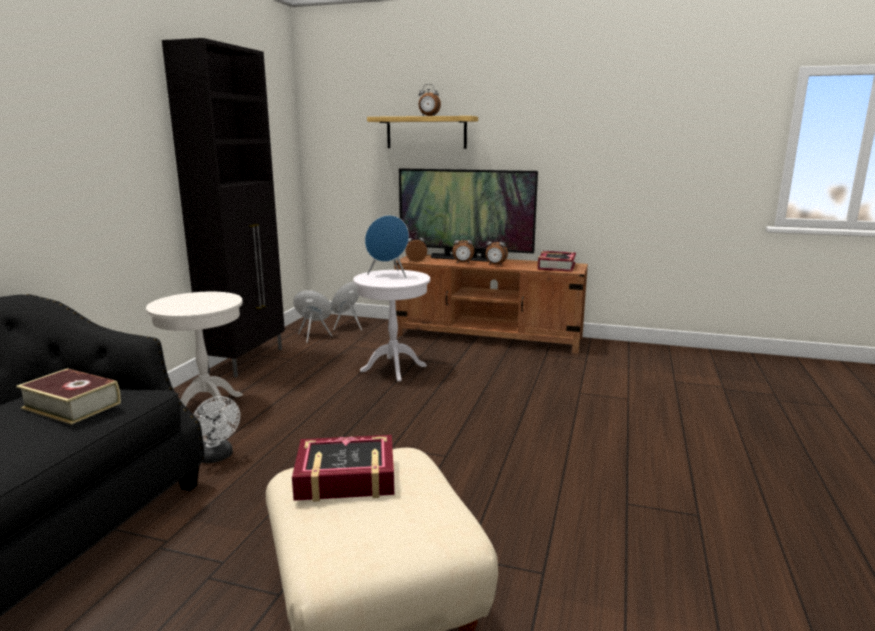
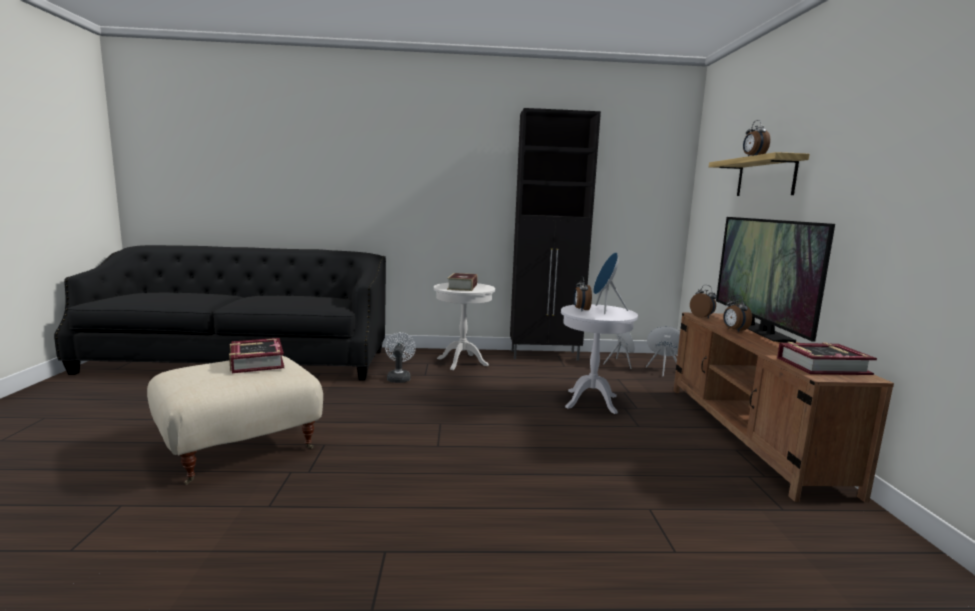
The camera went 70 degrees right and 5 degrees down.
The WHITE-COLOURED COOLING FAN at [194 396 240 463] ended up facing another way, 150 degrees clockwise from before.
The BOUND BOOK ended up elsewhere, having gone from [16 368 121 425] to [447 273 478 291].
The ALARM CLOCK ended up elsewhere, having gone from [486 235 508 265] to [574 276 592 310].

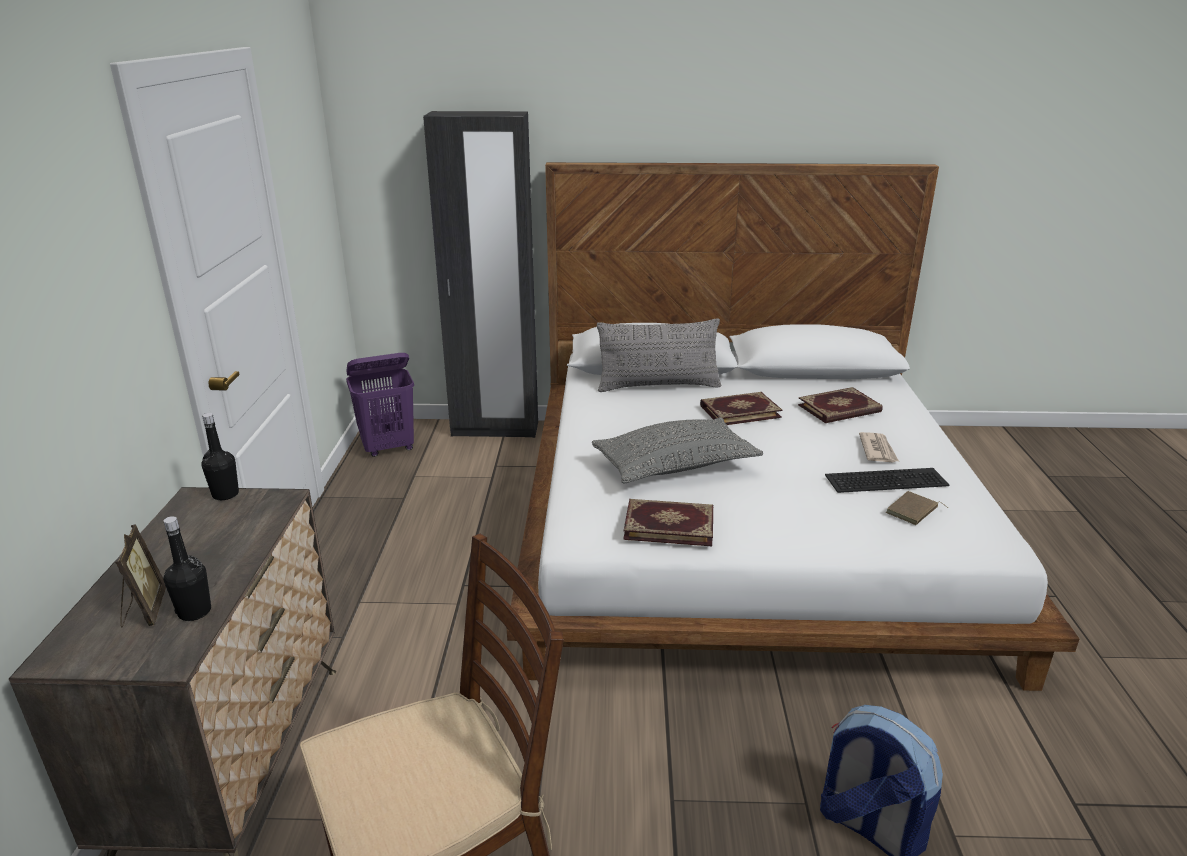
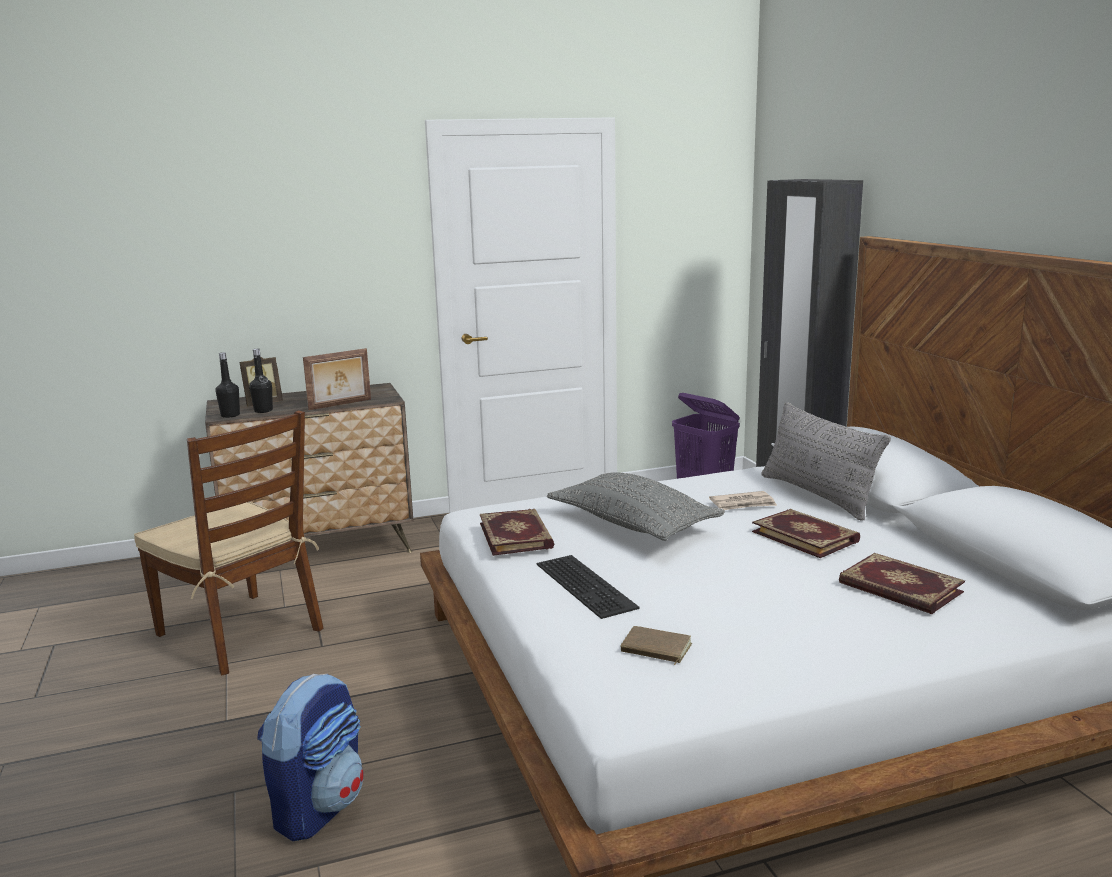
The camera went 70 degrees right and 10 degrees down.
The BLACKISH DRINK BOTTLE ended up elsewhere, having gone from [201 413 239 500] to [215 352 240 418].
The second view gained the PHOTO FRAME at [303 348 371 410].
The PC KEYBOARD ended up elsewhere, having gone from [825 468 949 493] to [537 555 639 619].
The PRINTED PAPER ended up elsewhere, having gone from [859 432 899 462] to [709 491 777 510].

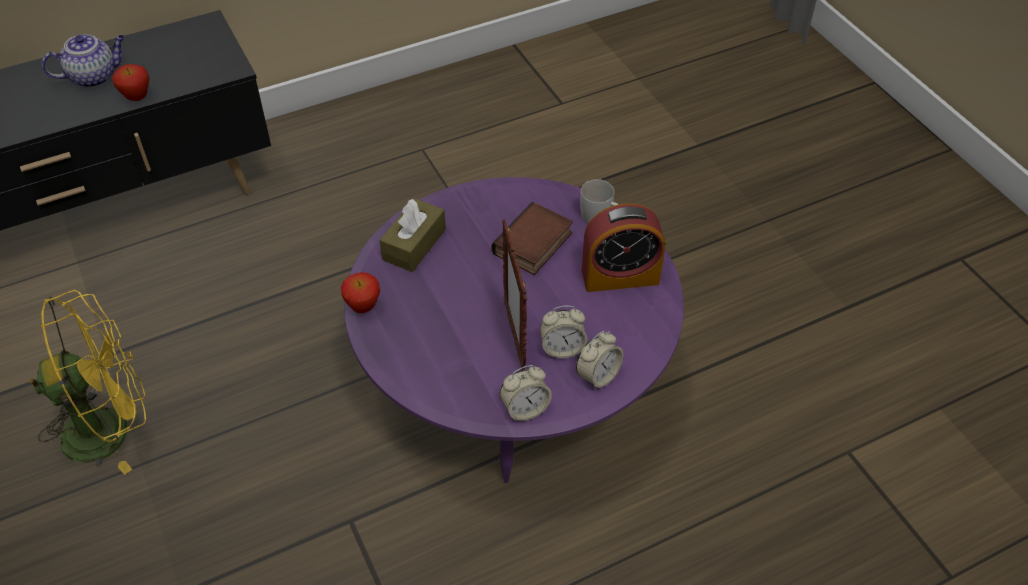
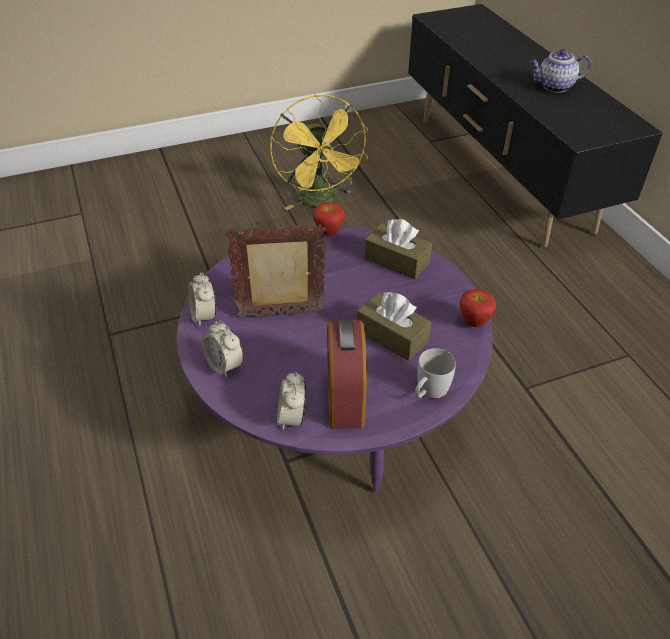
The camera went 95 degrees right and 5 degrees down.
The ALARM CLOCK ended up elsewhere, having gone from [540 306 587 358] to [277 372 306 430].
Where the BOUND BOOK stood at [492 202 573 275], the BROWN-COLOURED TISSUE HOLDER came to stand at [357 292 432 361].
The APPLE ended up elsewhere, having gone from [112 64 150 101] to [460 289 496 327].
The TEAPOT at [42 34 125 88] ended up facing another way, 105 degrees clockwise from before.

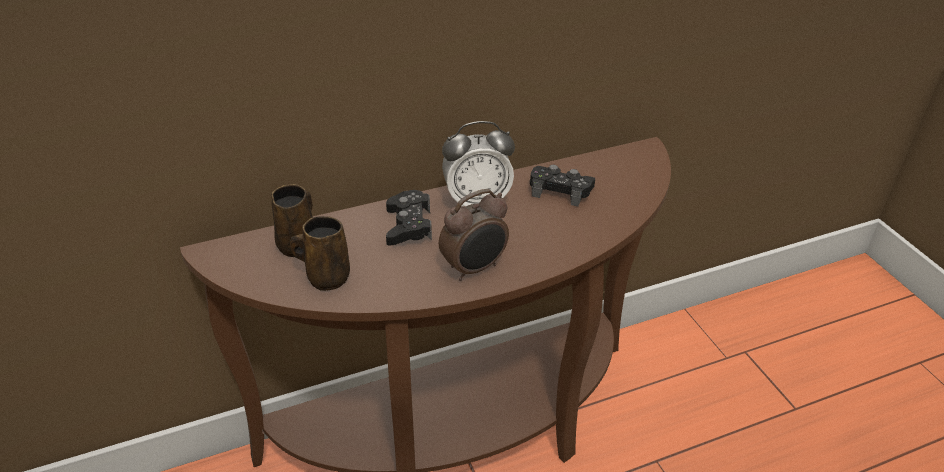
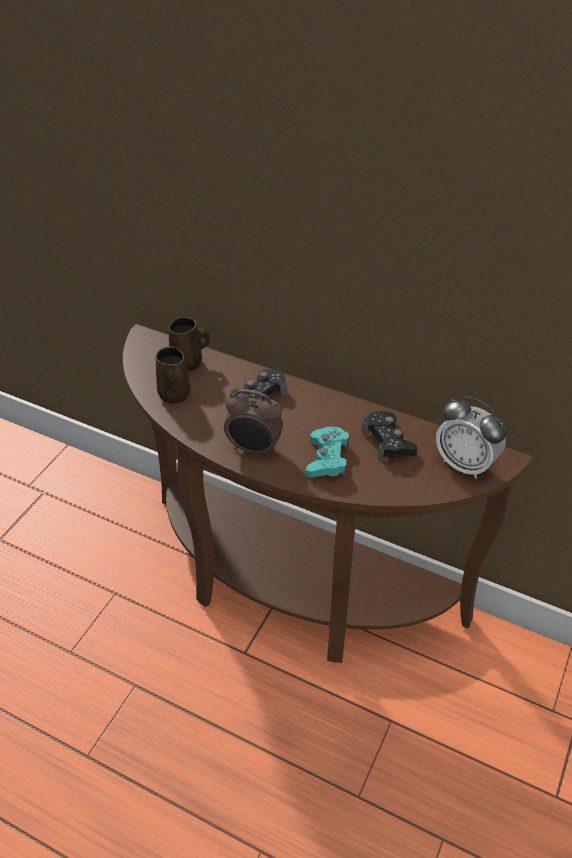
The camera went 50 degrees right and 5 degrees up.
The second view gained the TURQUOISE GAMEPAD at [306 427 349 478].
The ALARM CLOCK ended up elsewhere, having gone from [442 121 515 207] to [436 396 507 479].

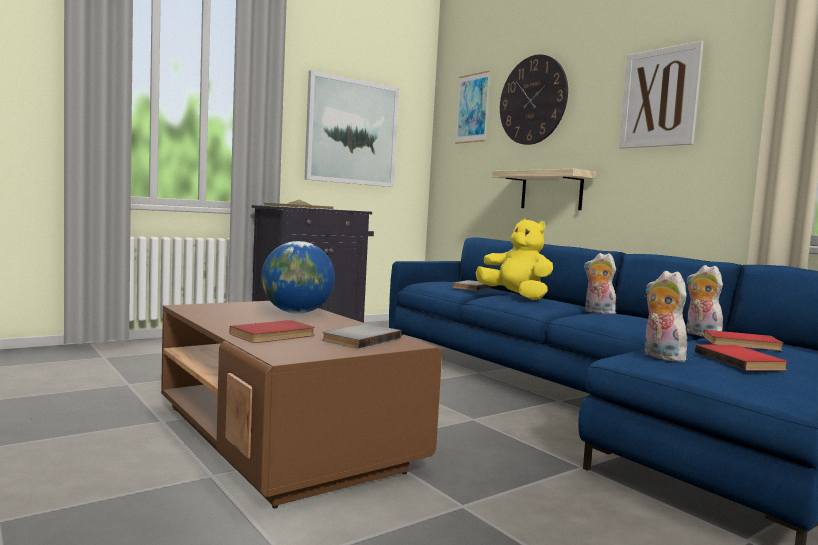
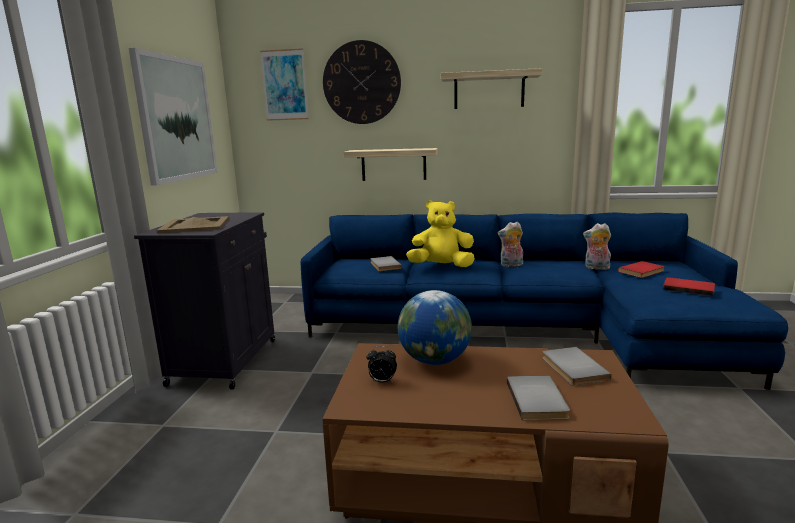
The camera went 45 degrees left and 10 degrees up.
The second view gained the ALARM CLOCK at [366 346 397 382].
Where the WALL PICTURE hung at [619 41 704 149], the BRACKET SHELF came to hang at [441 68 542 109].
What was the REDDISH BOUND BOOK at [229 320 315 343] turned into the GREYISH BOUND BOOK at [507 375 570 420].
The second view lost the SOFT TOY at [645 271 687 362].

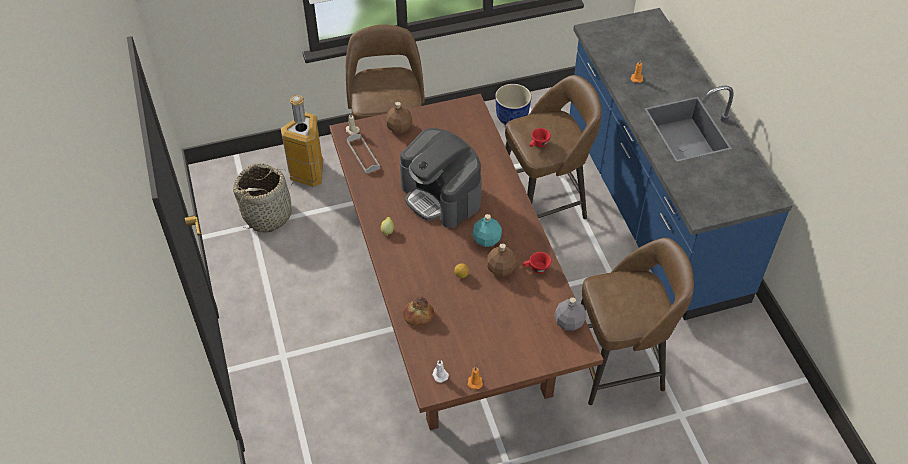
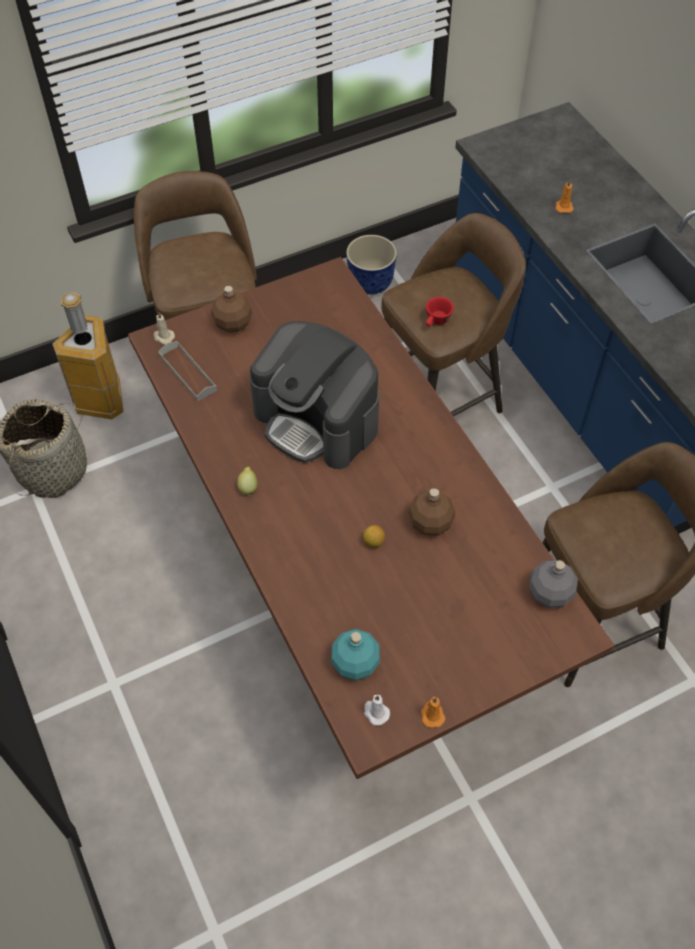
The camera went 10 degrees left and 5 degrees up.
The TURQUOISE DRINK BOTTLE ended up elsewhere, having gone from [472 214 502 247] to [331 629 380 681].
The second view lost the BAKERY BREAD at [403 296 434 326].
The second view lost the REDDISH DRINKING CUP at [523 252 551 274].

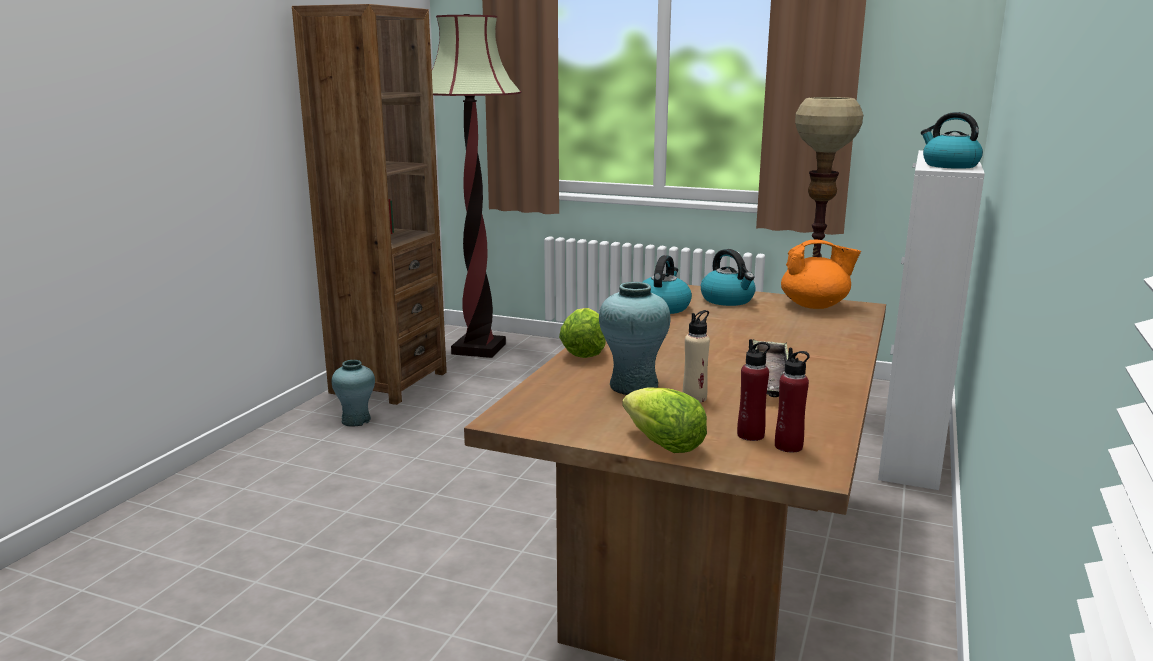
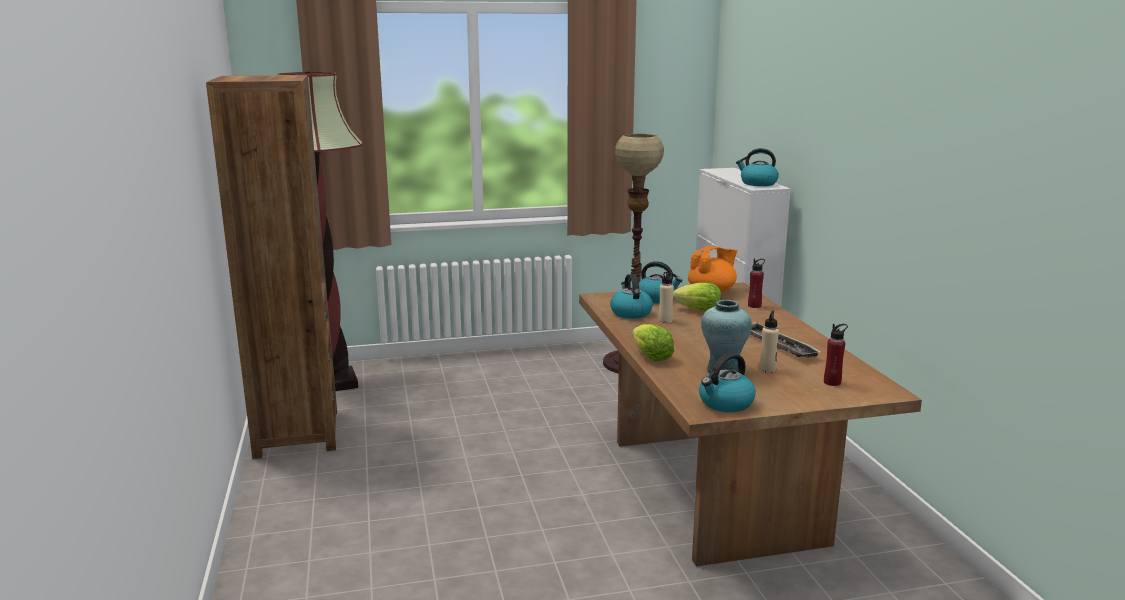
The camera went 35 degrees left and 0 degrees up.
The second view gained the SAND-COLOURED DRINK BOTTLE at [659 270 674 323].
The LETTUCE HEAD ended up elsewhere, having gone from [622 388 707 453] to [673 283 721 311].
The second view gained the TEA KETTLE at [699 353 756 412].
The REDDISH DRINK BOTTLE ended up elsewhere, having gone from [775 347 810 453] to [748 258 765 308].
The second view lost the TURQUOISE FLOWER VASE at [332 360 375 427].

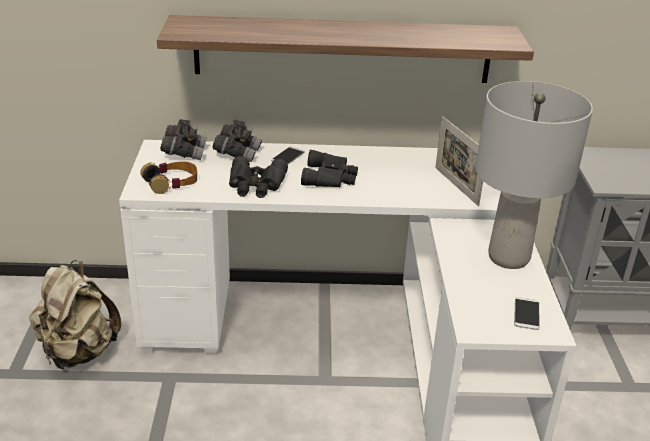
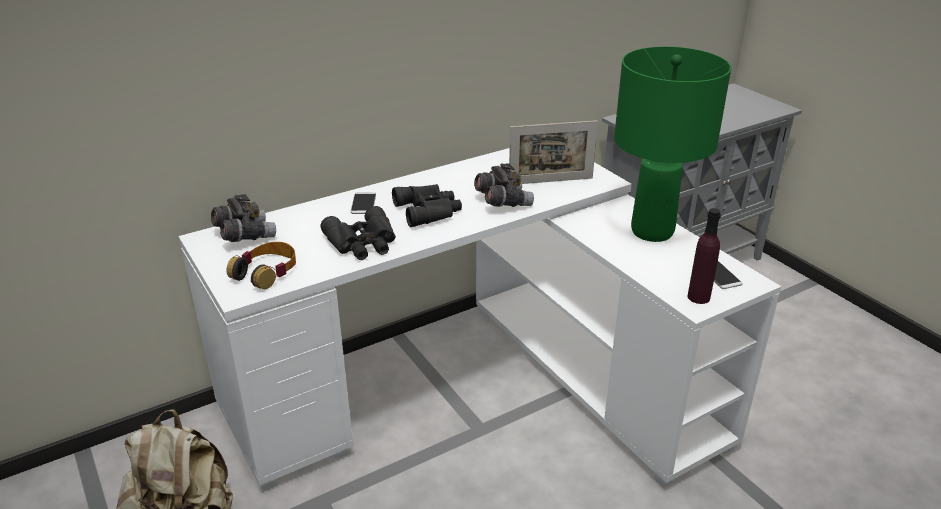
The camera went 30 degrees left and 0 degrees up.
The GREYISH FIELD GLASSES ended up elsewhere, having gone from [212 120 262 162] to [474 163 534 207].
The PHOTO FRAME at [435 116 483 206] ended up facing another way, 45 degrees counterclockwise from before.
What was the GREYISH LAMP FOR A TABLE at [476 81 593 269] turned into the GREEN-COLOURED LAMP FOR A TABLE at [614 47 731 242].
The second view gained the PURPLISH DRINK BOTTLE at [688 208 721 304].
The second view lost the BRACKET SHELF at [157 15 534 83].

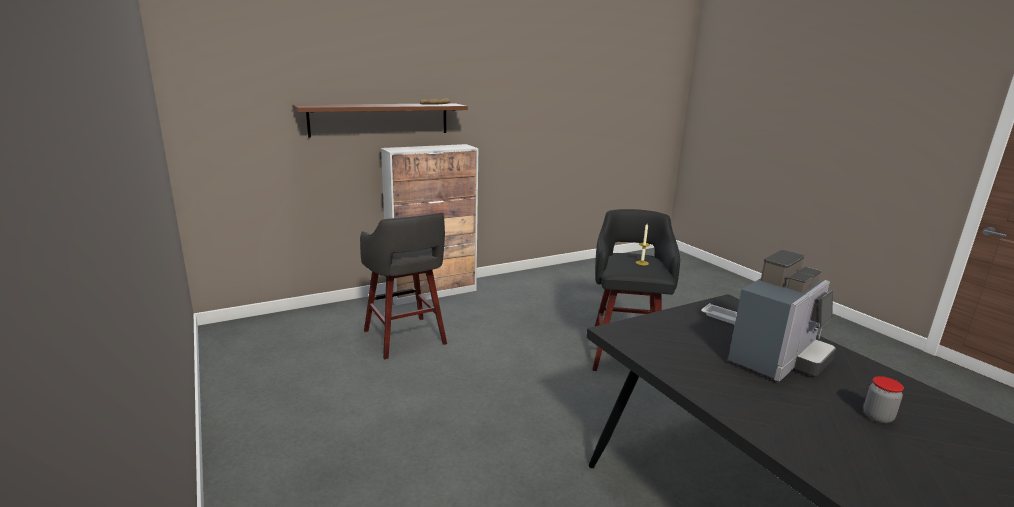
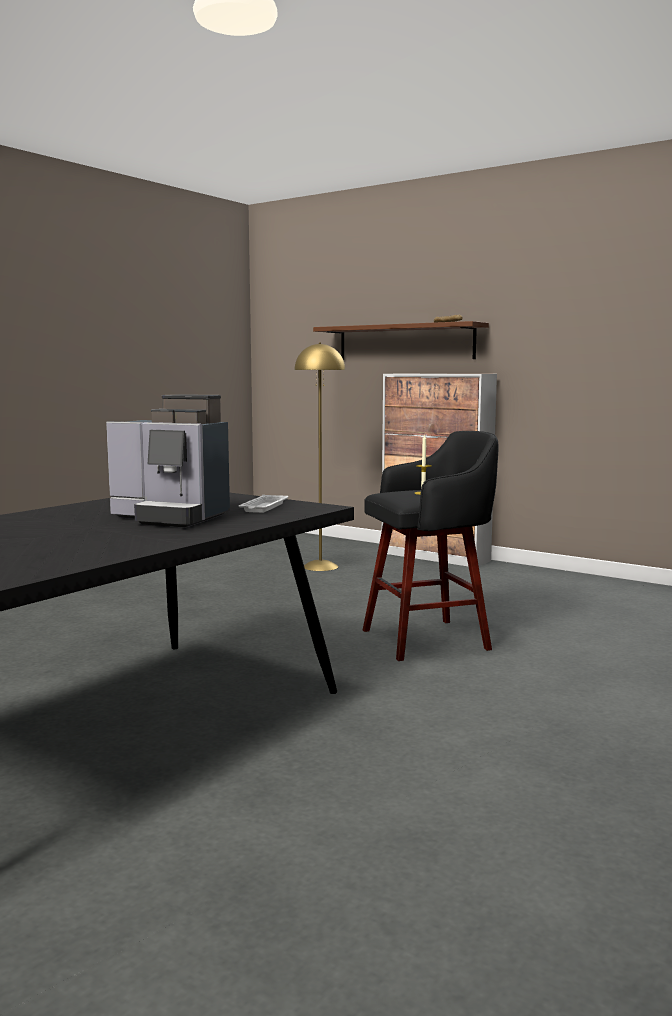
The camera went 65 degrees right and 10 degrees down.
Where the GREYISH STOOL SEAT stood at [360 213 447 359], the YELLOWISH STANDARD LAMP came to stand at [295 342 345 571].
The second view lost the STORAGE JAR at [863 376 904 423].

